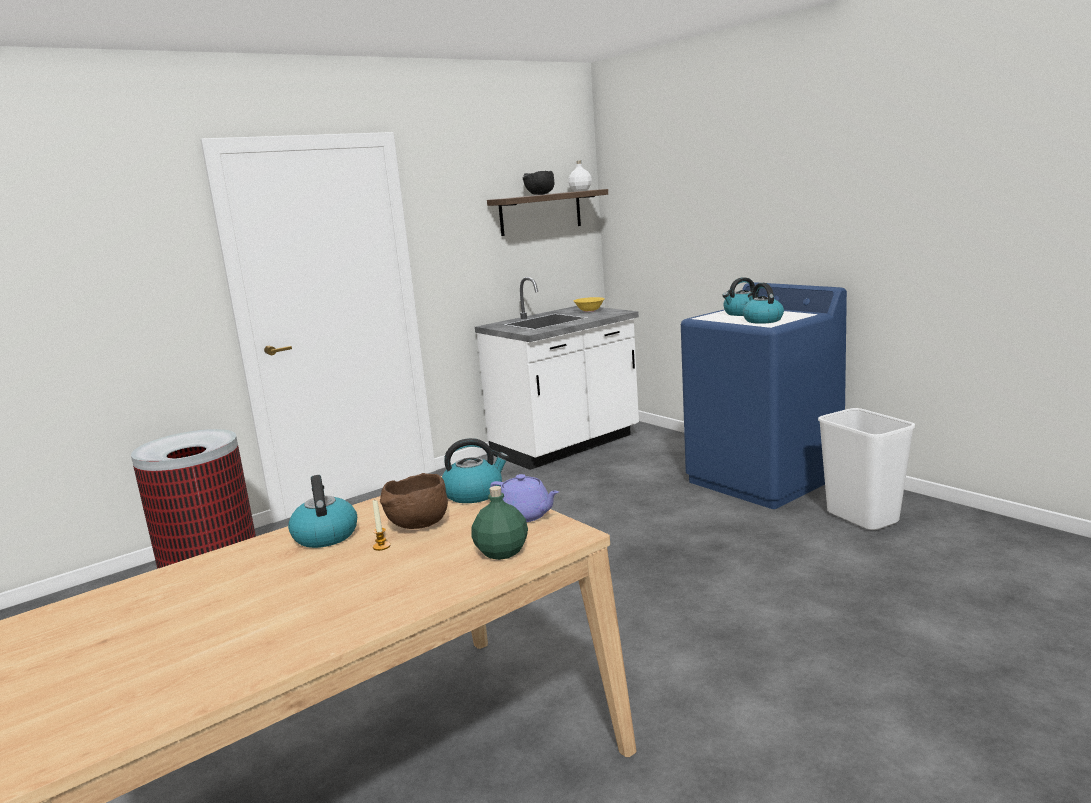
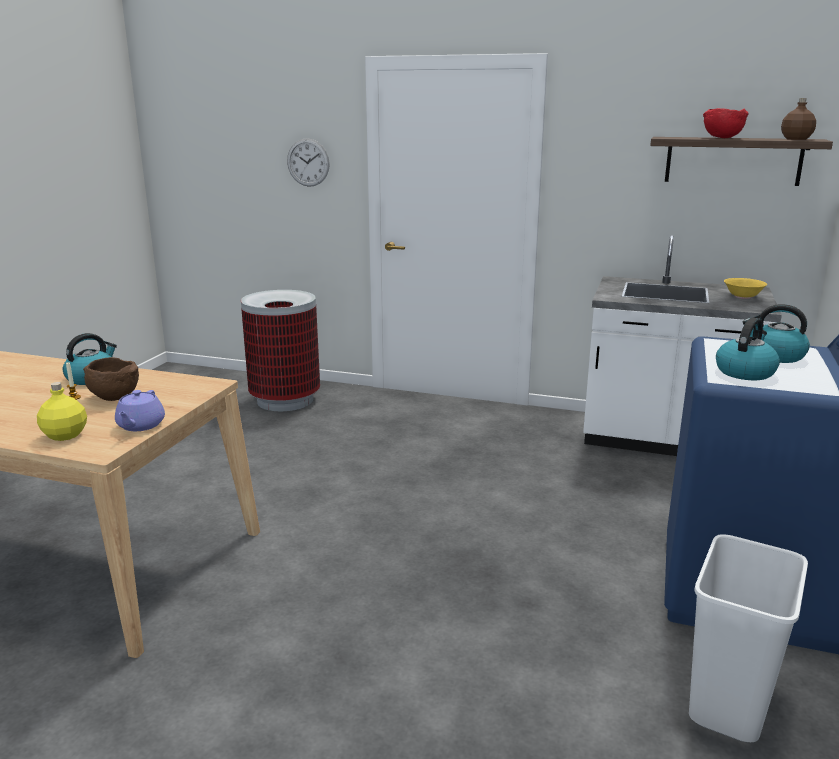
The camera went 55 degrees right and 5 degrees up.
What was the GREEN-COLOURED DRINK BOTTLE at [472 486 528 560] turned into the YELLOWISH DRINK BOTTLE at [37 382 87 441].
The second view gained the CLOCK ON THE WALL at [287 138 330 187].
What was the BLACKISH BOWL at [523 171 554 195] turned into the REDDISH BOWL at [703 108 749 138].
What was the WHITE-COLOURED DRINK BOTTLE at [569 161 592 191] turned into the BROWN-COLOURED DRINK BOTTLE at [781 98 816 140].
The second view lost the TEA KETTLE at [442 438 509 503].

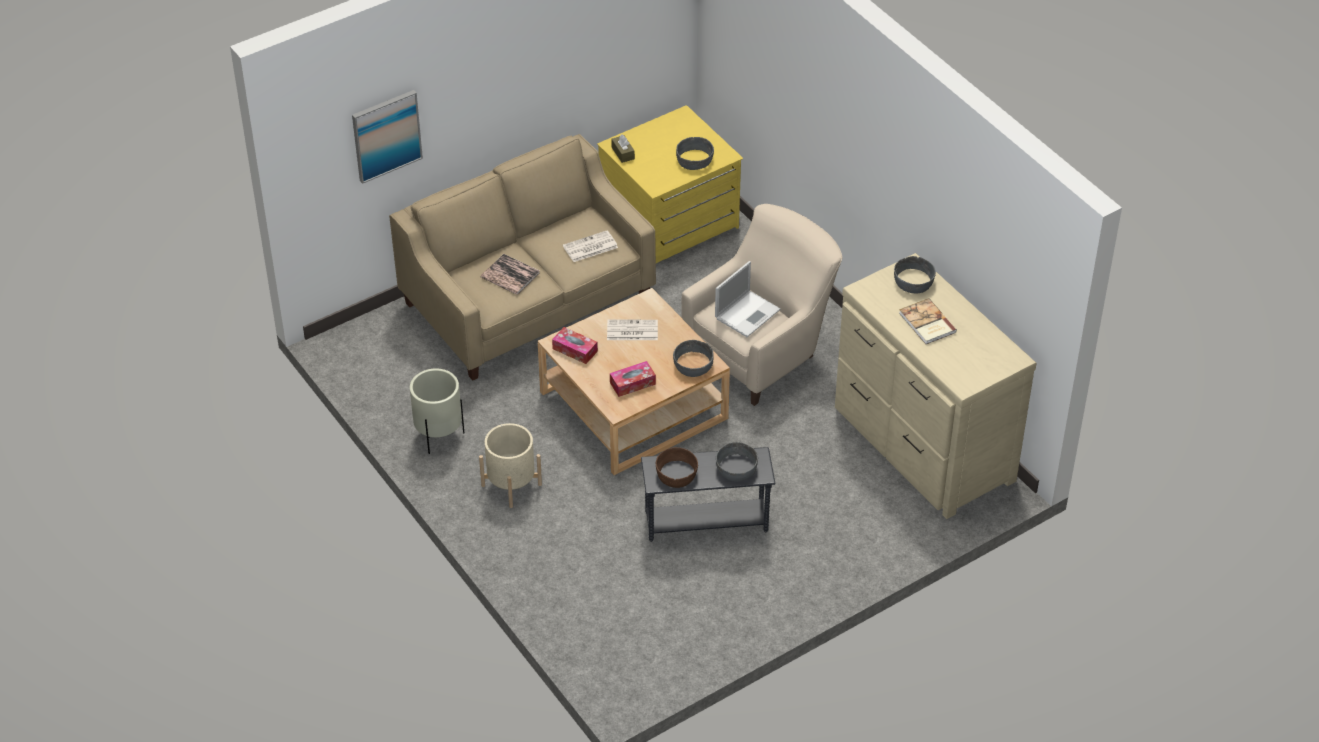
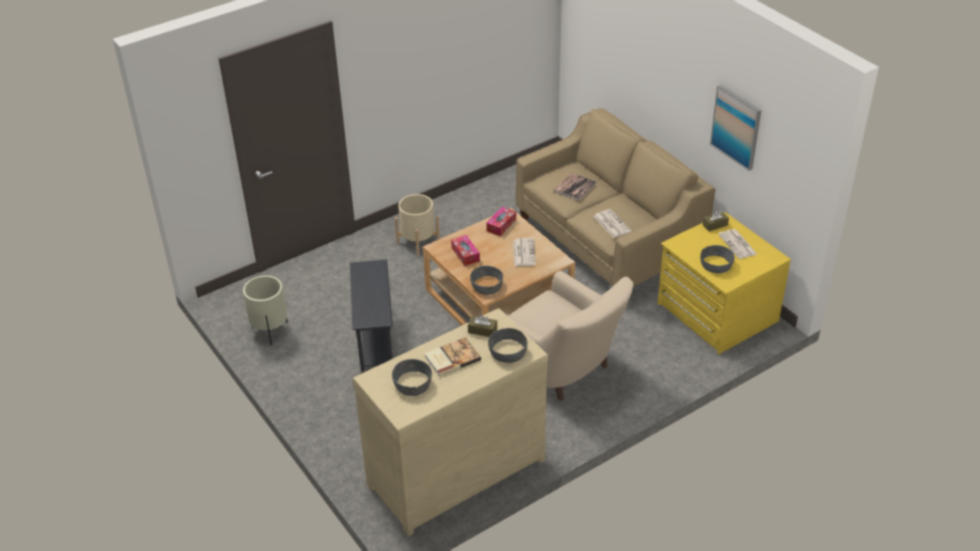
The camera went 90 degrees right and 5 degrees down.
The SAND-COLOURED PLANT POT ended up elsewhere, having gone from [410 368 464 454] to [243 275 288 345].
The GREYISH BOWL ended up elsewhere, having gone from [716 442 758 482] to [392 359 432 396].
The second view gained the BROWN-COLOURED TISSUE HOLDER at [468 315 497 337].
The WALL PICTURE ended up elsewhere, having gone from [352 90 423 184] to [710 85 761 171].
The second view gained the PRINTED PAPER at [718 229 757 259].
The second view lost the BROWN-COLOURED BOWL at [656 447 698 488].
The second view lost the PORTABLE COMPUTER at [715 261 780 337].

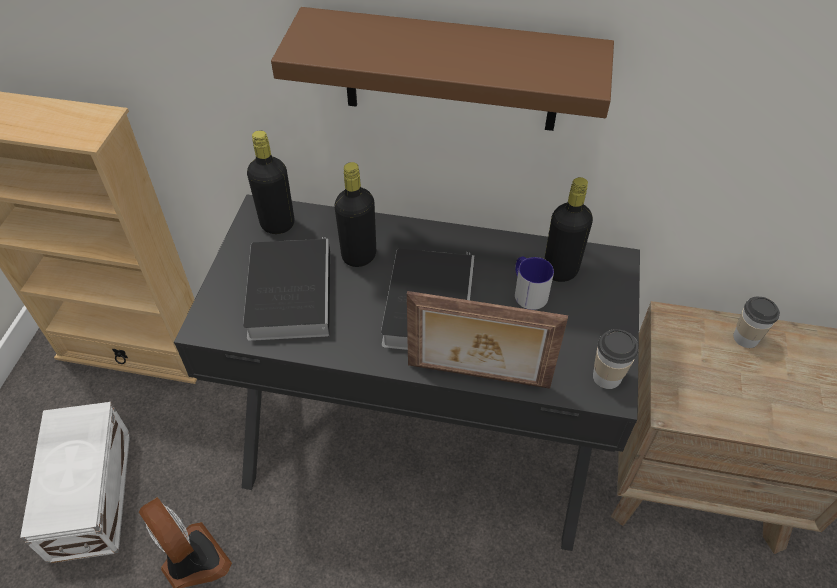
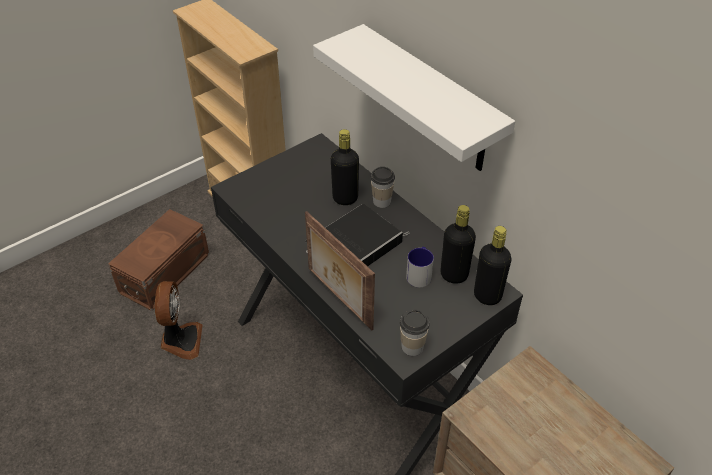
The camera went 40 degrees right and 5 degrees down.
What was the WHITE-COLOURED STORAGE BOX at [20 402 130 564] turned into the BROWN-COLOURED STORAGE BOX at [108 209 209 311].
What was the BROWN-COLOURED BRACKET SHELF at [271 7 614 131] turned into the WHITE-COLOURED BRACKET SHELF at [313 24 515 171].
The DRINKING CUP ended up elsewhere, having gone from [733 297 780 348] to [371 167 395 208].
The BLACKISH DRINK BOTTLE ended up elsewhere, having gone from [247 131 294 234] to [474 226 511 305].
The second view lost the BOUND BOOK at [243 237 330 341].

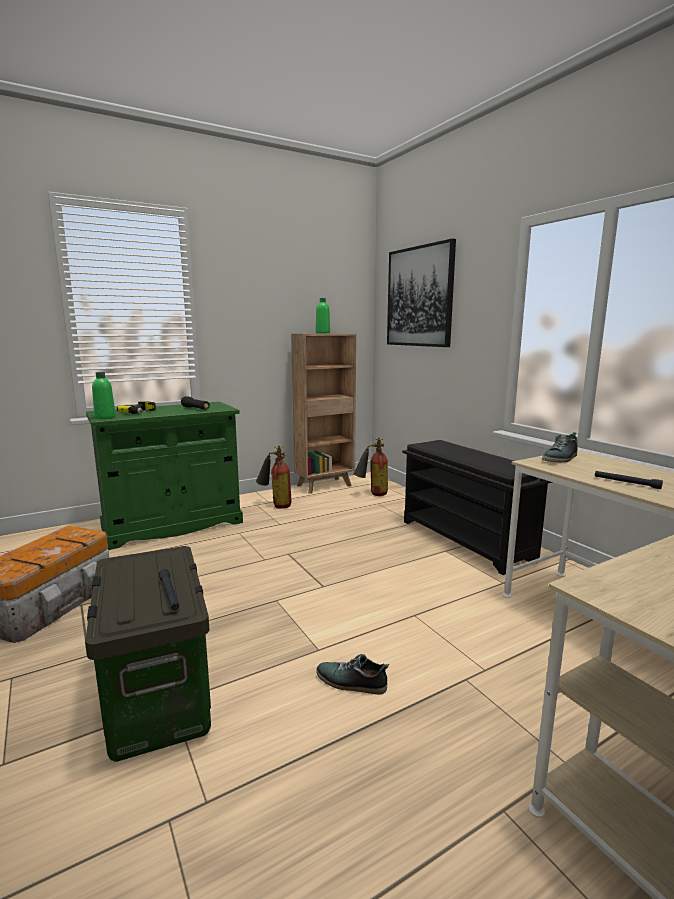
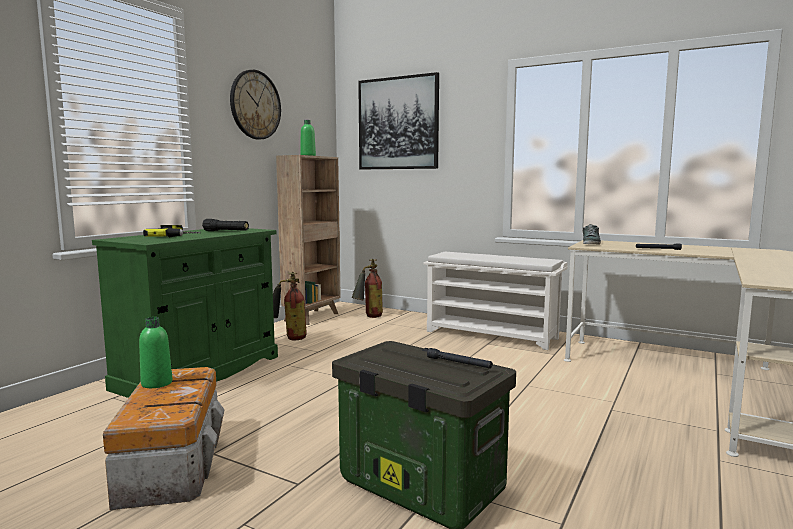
The camera went 30 degrees left and 5 degrees down.
The GREEN-COLOURED DRINK BOTTLE ended up elsewhere, having gone from [92 372 116 419] to [139 317 172 388].
The second view gained the CLOCK ON THE WALL at [230 70 281 139].
What was the BLACKISH SHOE STAND at [403 440 552 575] turned into the WHITE-COLOURED SHOE STAND at [423 252 568 350].
The second view lost the ITEM OF FOOTWEAR at [316 654 389 695].

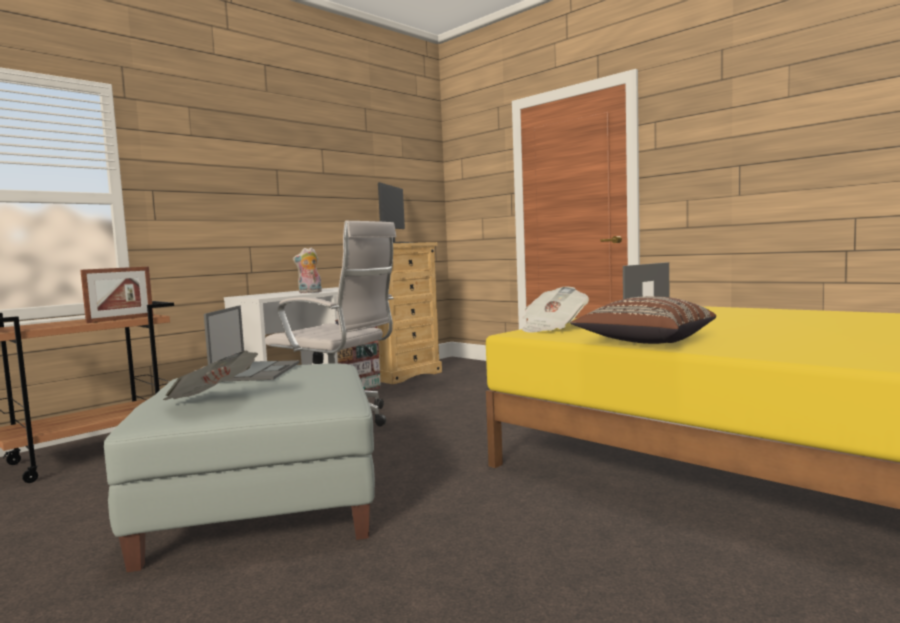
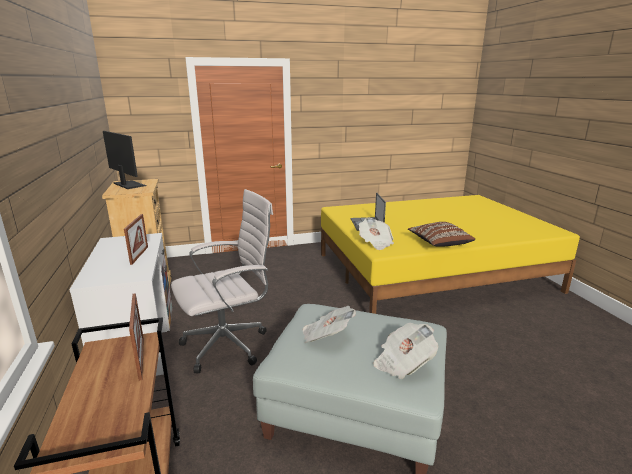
The camera went 60 degrees left and 15 degrees up.
Where the SOFT TOY stood at [293 247 322 293], the PHOTO FRAME came to stand at [124 214 148 265].
Where the PORTABLE COMPUTER stood at [204 305 299 382], the PRINTED PAPER came to stand at [303 306 356 343].

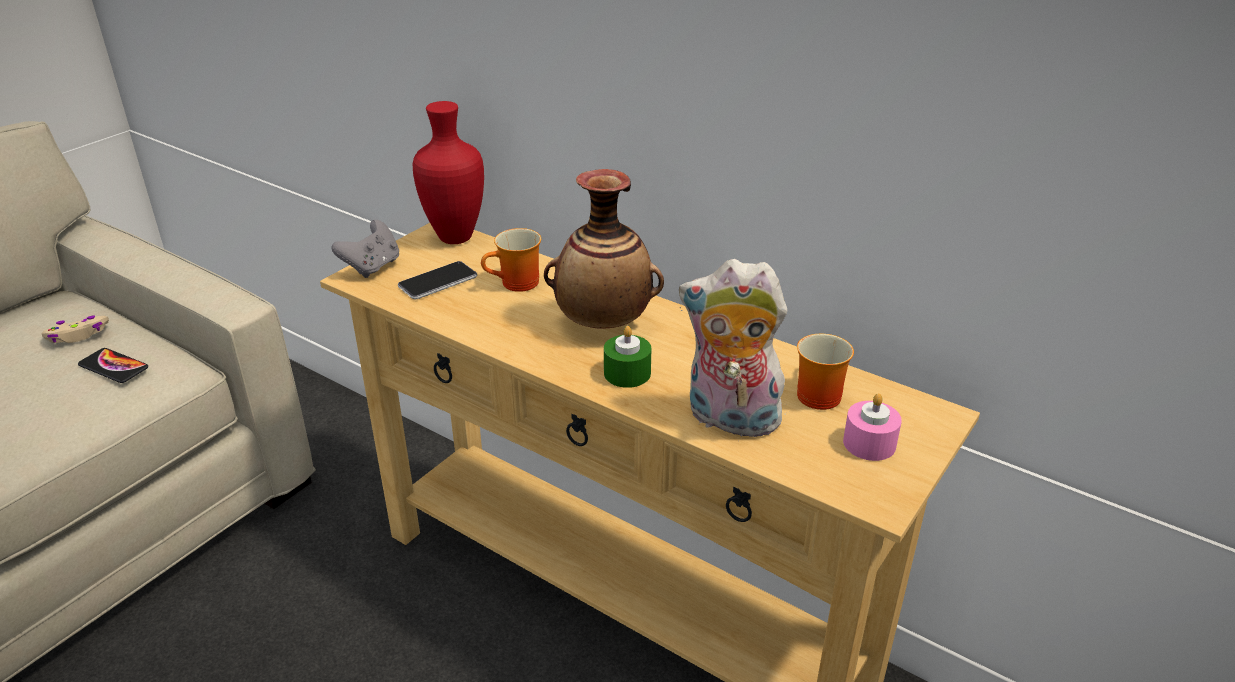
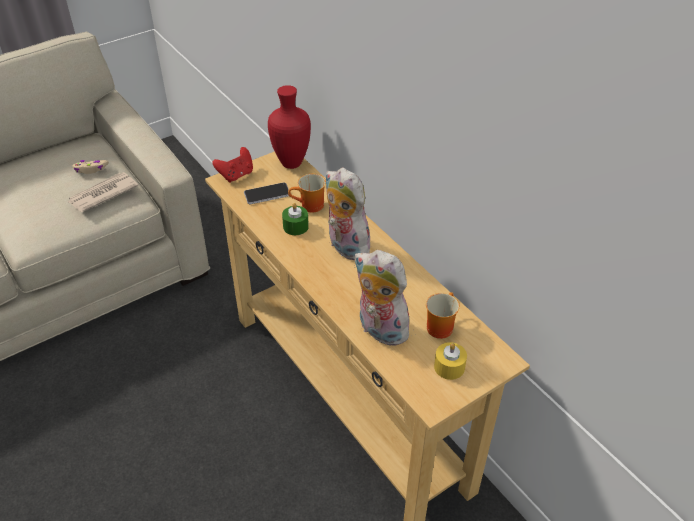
The camera went 20 degrees right and 10 degrees up.
Where the HANDSET stood at [78 348 148 383], the PRINTED PAPER came to stand at [68 172 138 212].
What was the GREYISH GAMEPAD at [331 220 399 278] turned into the REDDISH GAMEPAD at [212 147 253 183].
The GREEN-COLOURED CANDLE ended up elsewhere, having gone from [604 326 651 388] to [282 203 309 235].
Where the FLOWER VASE stood at [544 169 664 329], the SOFT TOY came to stand at [325 167 370 261].
What was the PINKISH CANDLE at [843 393 902 461] turned into the YELLOWISH CANDLE at [434 342 467 380].

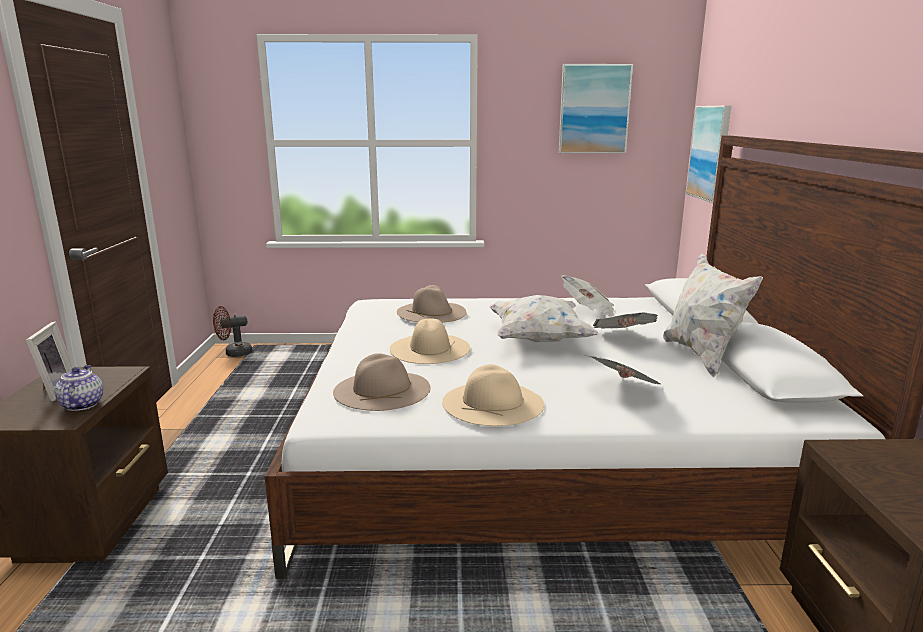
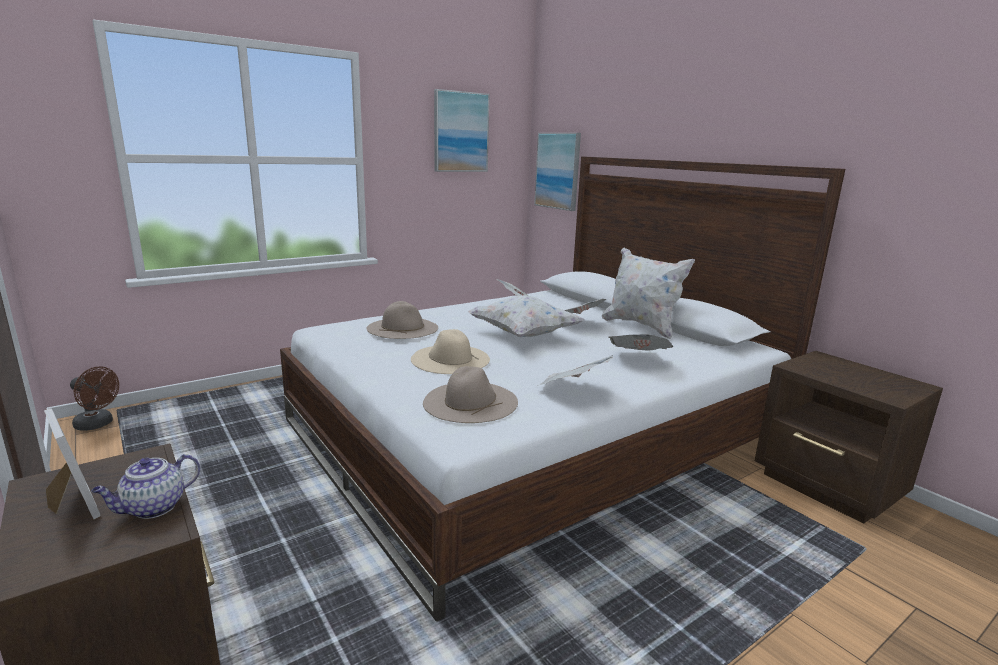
The camera went 35 degrees left and 0 degrees up.
The BROWN-COLOURED COOLING FAN at [213 306 253 357] ended up facing another way, 105 degrees counterclockwise from before.
The TEAPOT at [55 365 103 411] ended up facing another way, 90 degrees counterclockwise from before.
Where the SAND-COLOURED CLOTHING HAT stood at [442 364 544 426], the PRINTED PAPER came to stand at [537 355 613 386].

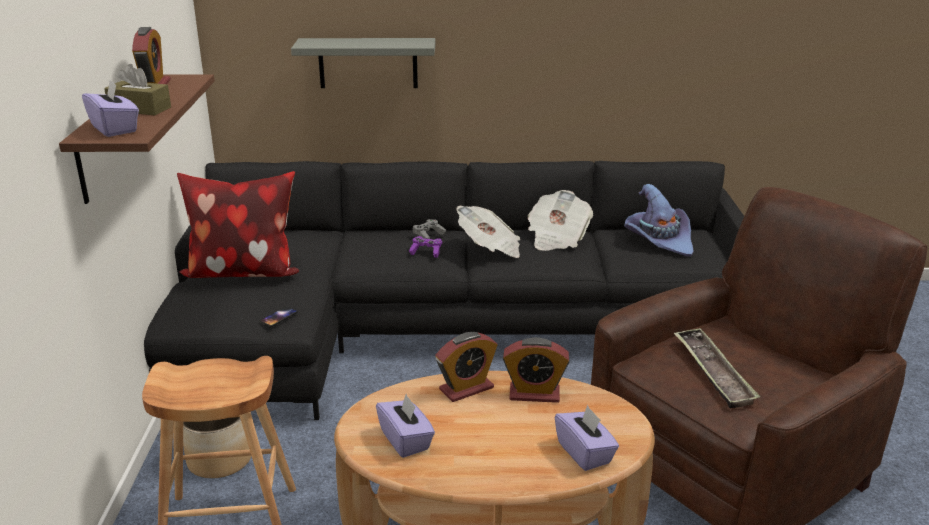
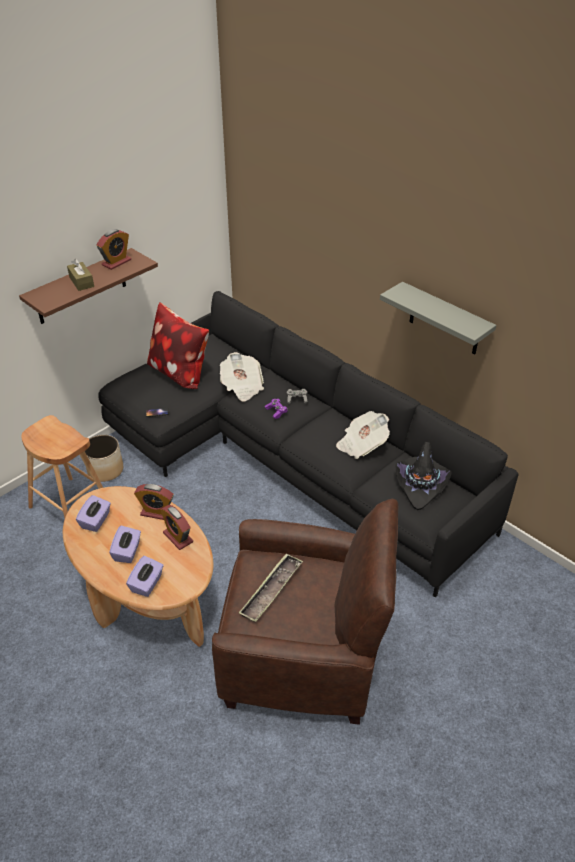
The camera went 45 degrees right and 15 degrees up.
The PURPLISH TISSUE HOLDER ended up elsewhere, having gone from [82 80 139 137] to [109 526 141 563].
The PRINTED PAPER ended up elsewhere, having gone from [456 206 520 258] to [220 352 264 402].
The GREYISH BRACKET SHELF ended up elsewhere, having gone from [291 38 436 88] to [380 282 496 354].
What was the PURPLISH CLOTHING HAT at [624 184 694 257] turned into the BLACKISH CLOTHING HAT at [396 442 452 510].

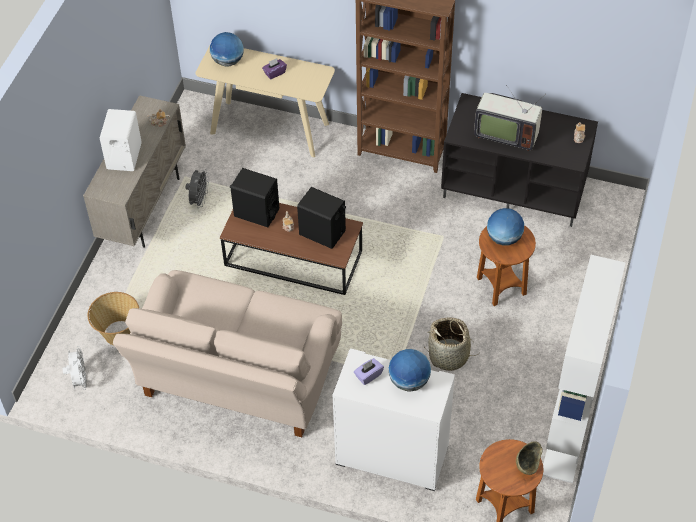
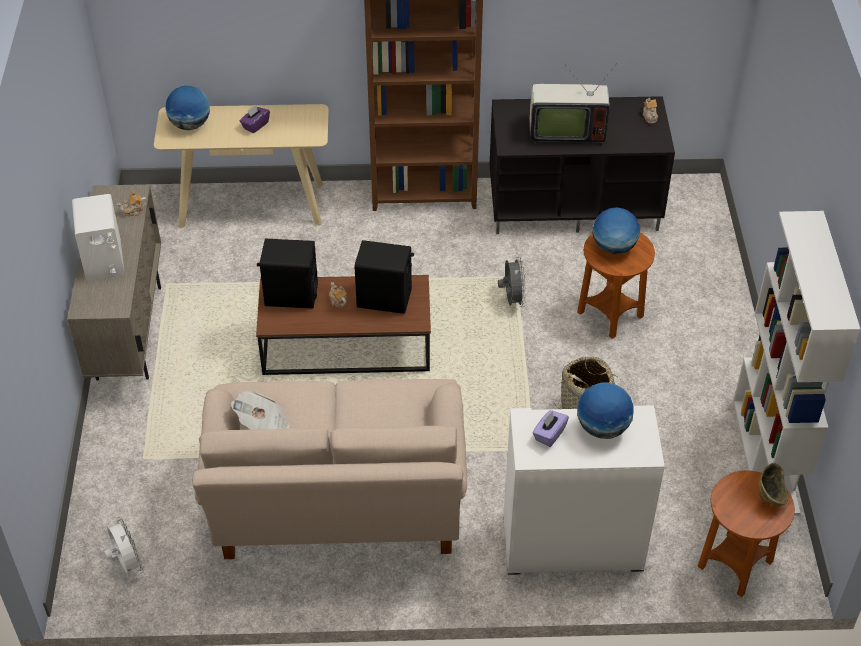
The camera went 20 degrees left and 5 degrees down.
The second view gained the PRINTED PAPER at [231 390 290 430].
The GREYISH COOLING FAN ended up elsewhere, having gone from [186 169 209 208] to [498 257 526 307].
The second view lost the HOUSEHOLD BASKET at [87 292 139 345].

